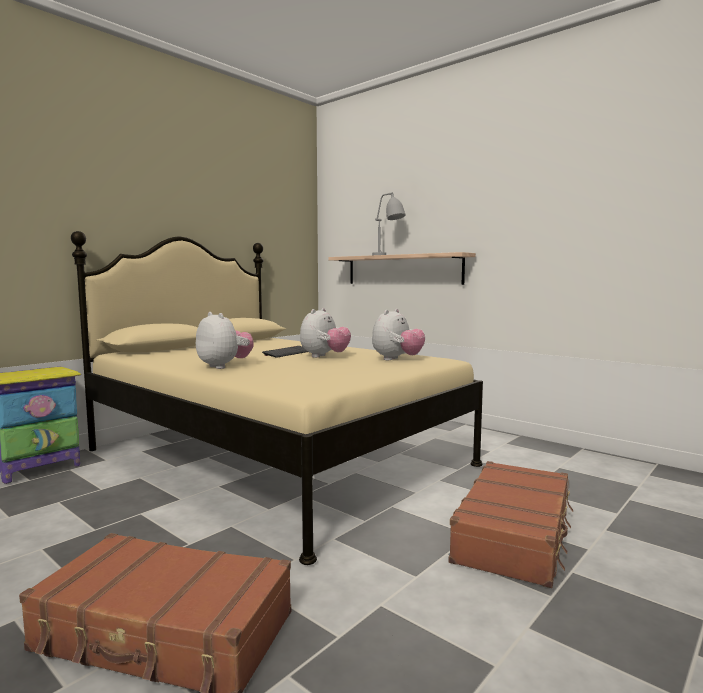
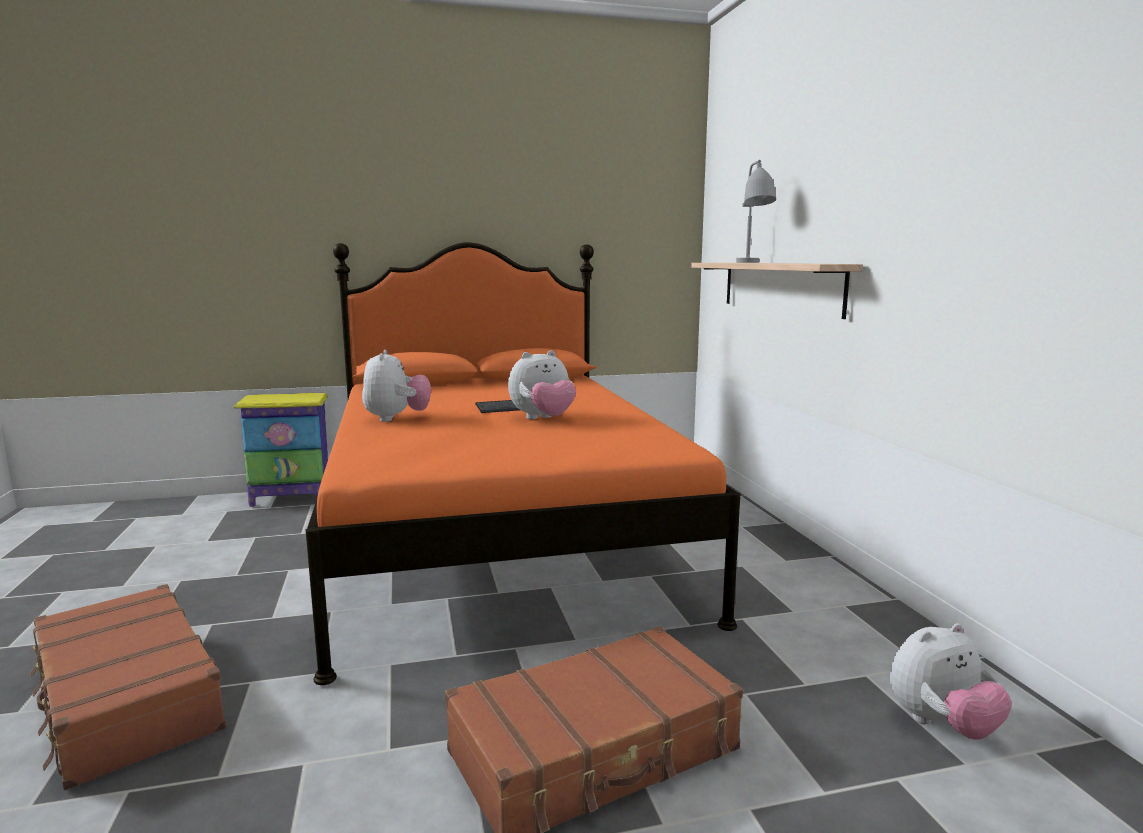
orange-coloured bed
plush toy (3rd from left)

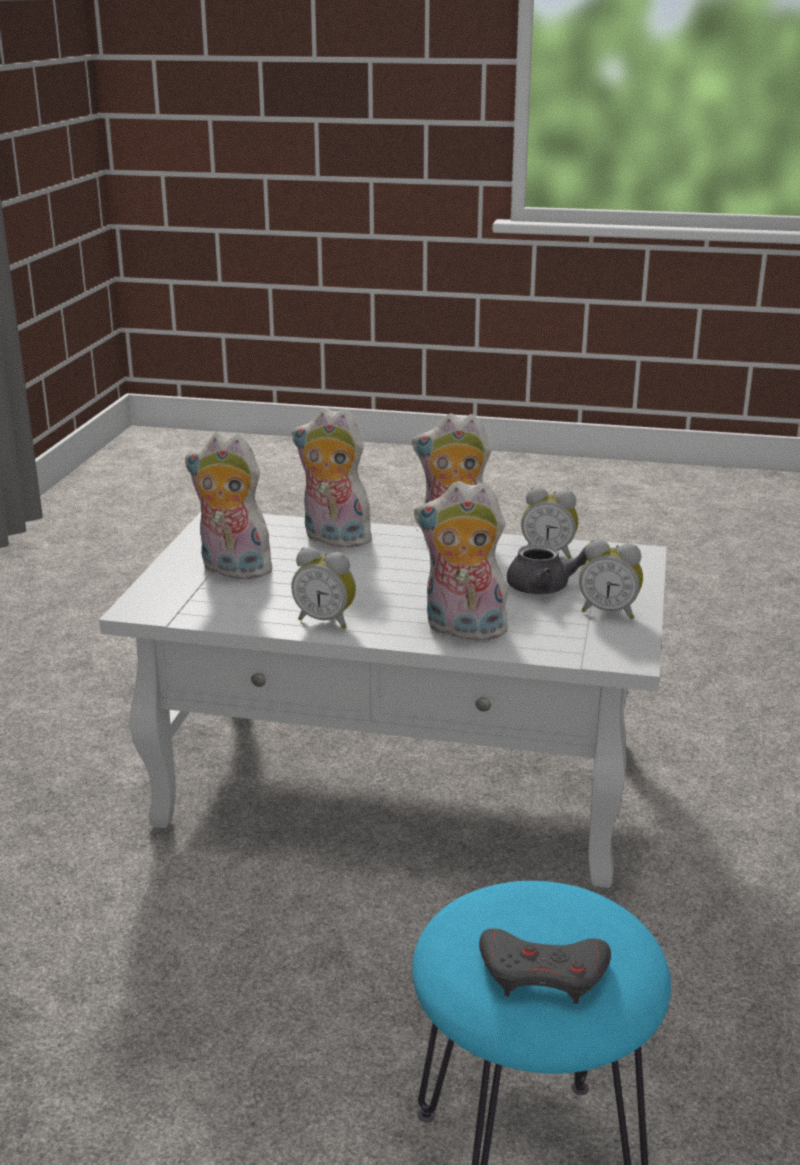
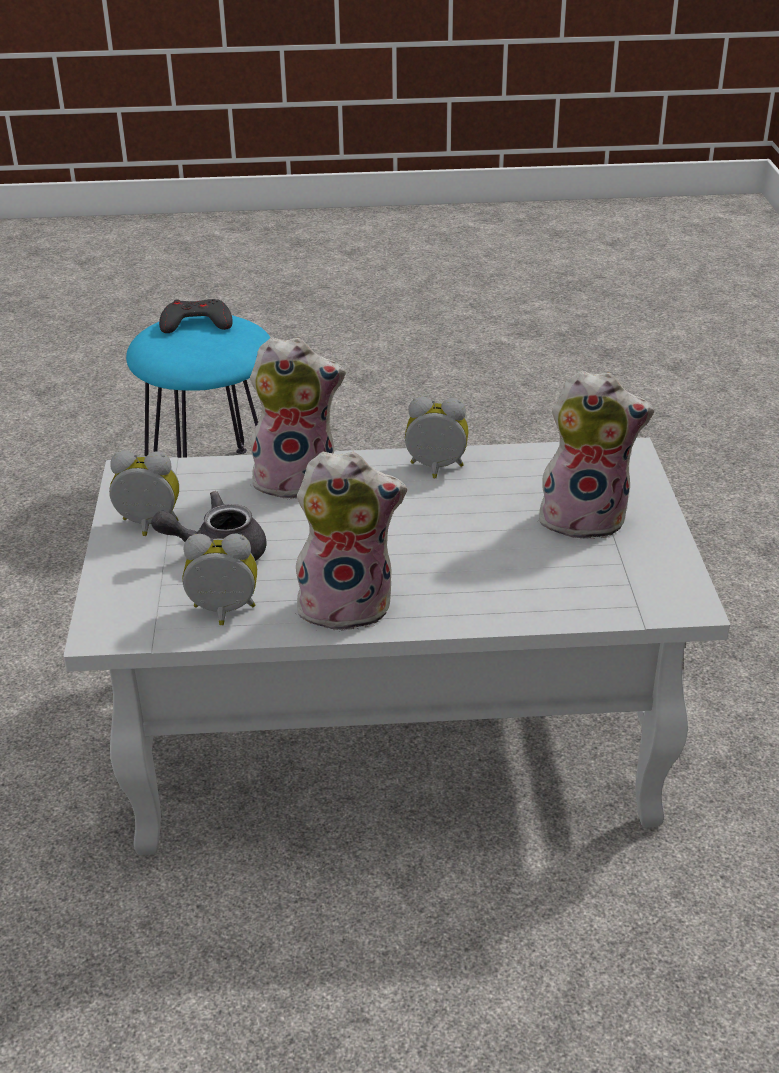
plush toy (2nd from left in the first image)

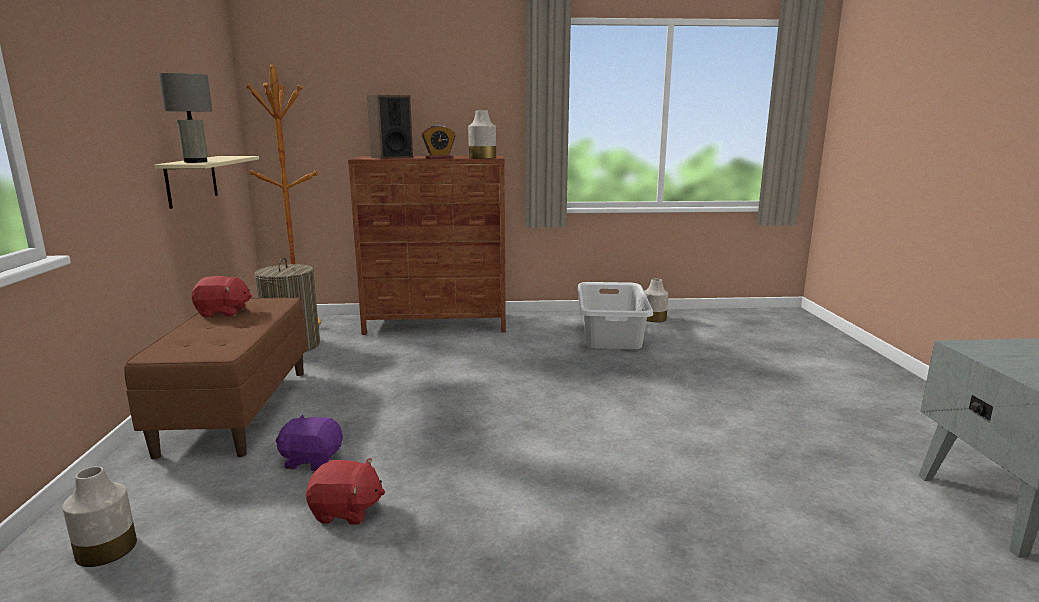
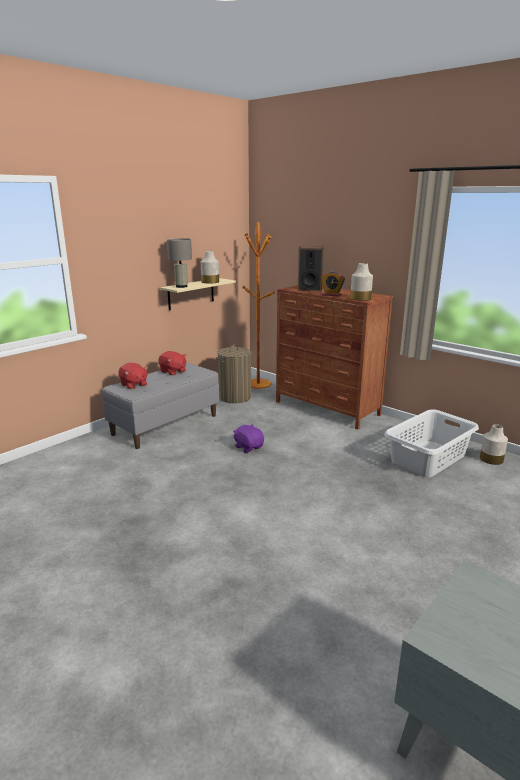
beige decorative vase (1st from left)
greyish bench
purple-coloured plush toy
red-coloured plush toy (1st from left)

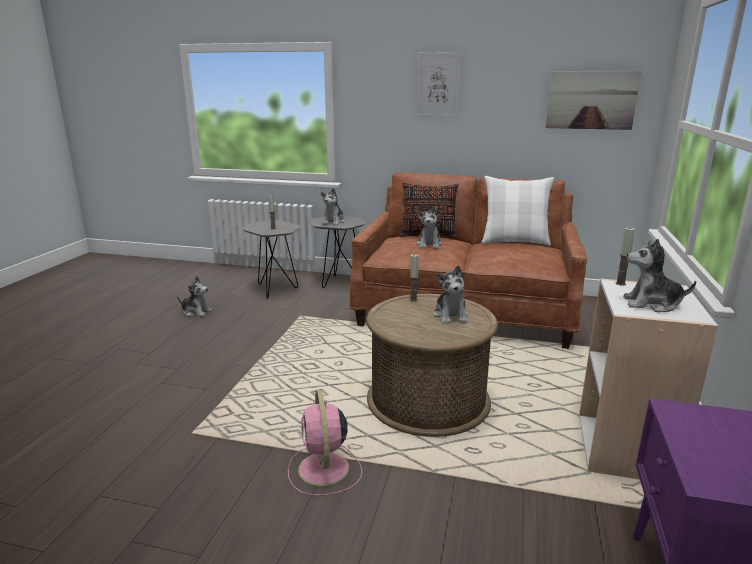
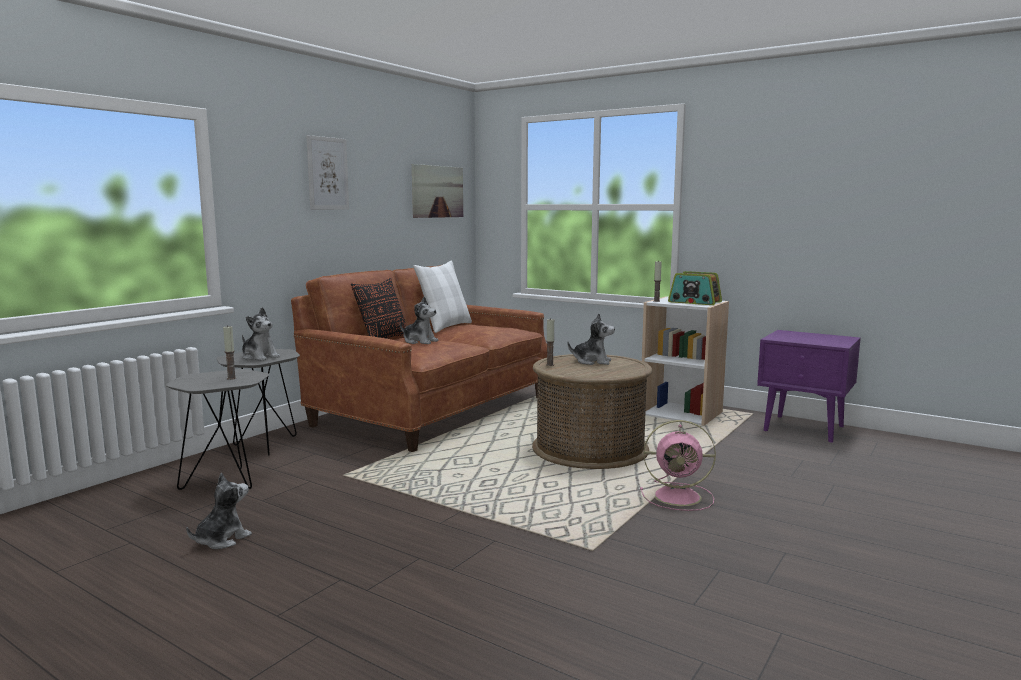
radio set

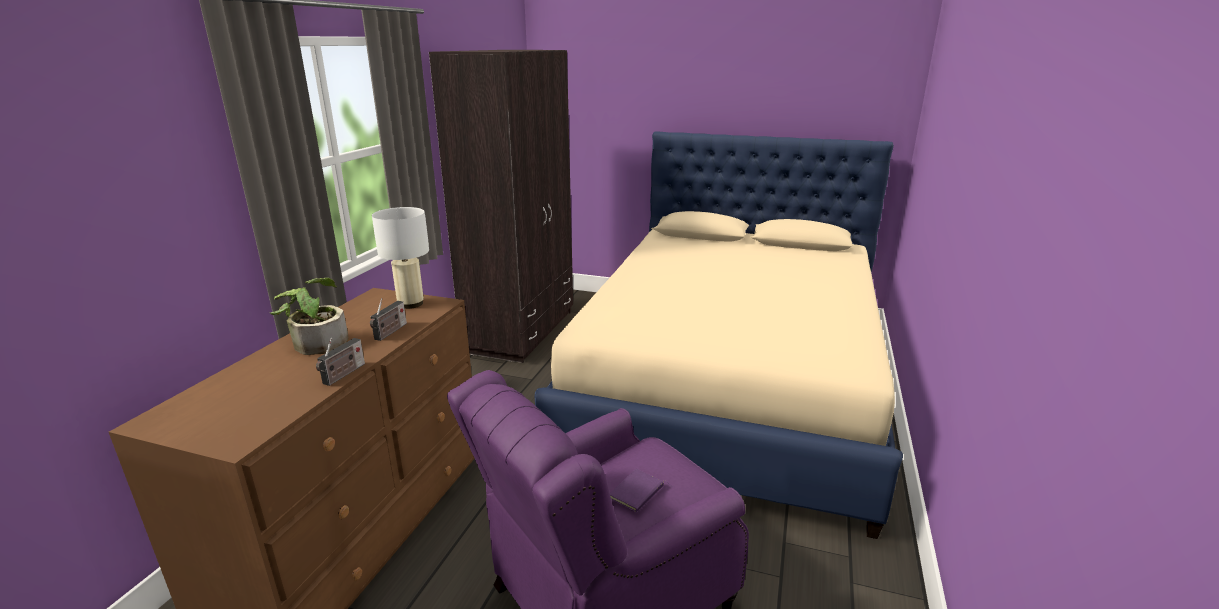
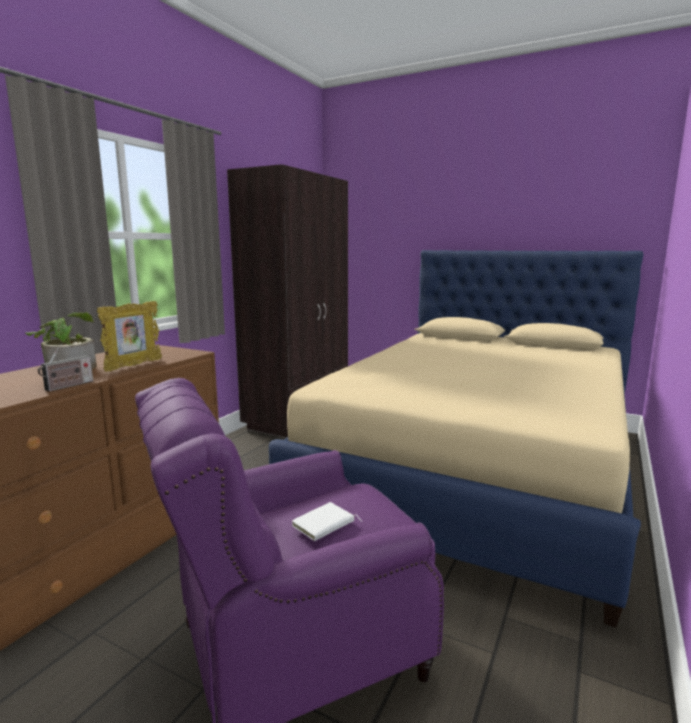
picture frame
white table lamp
white book

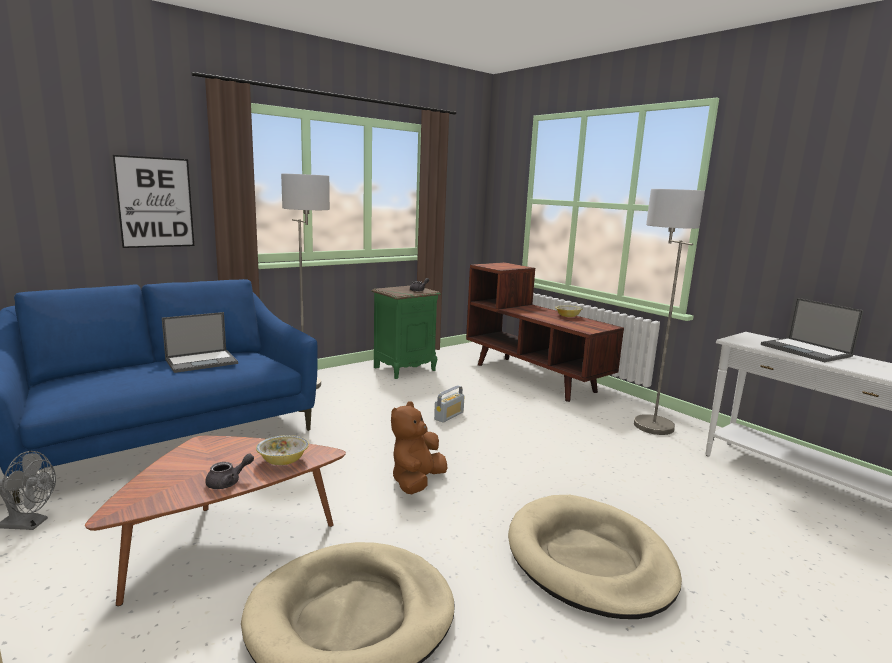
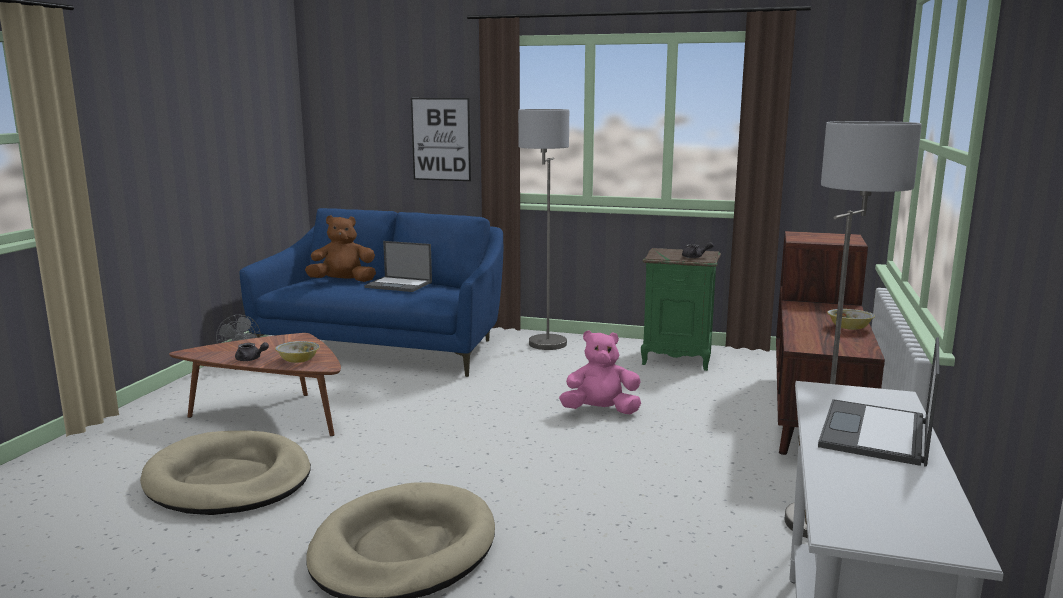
brown plush toy
pinkish plush toy

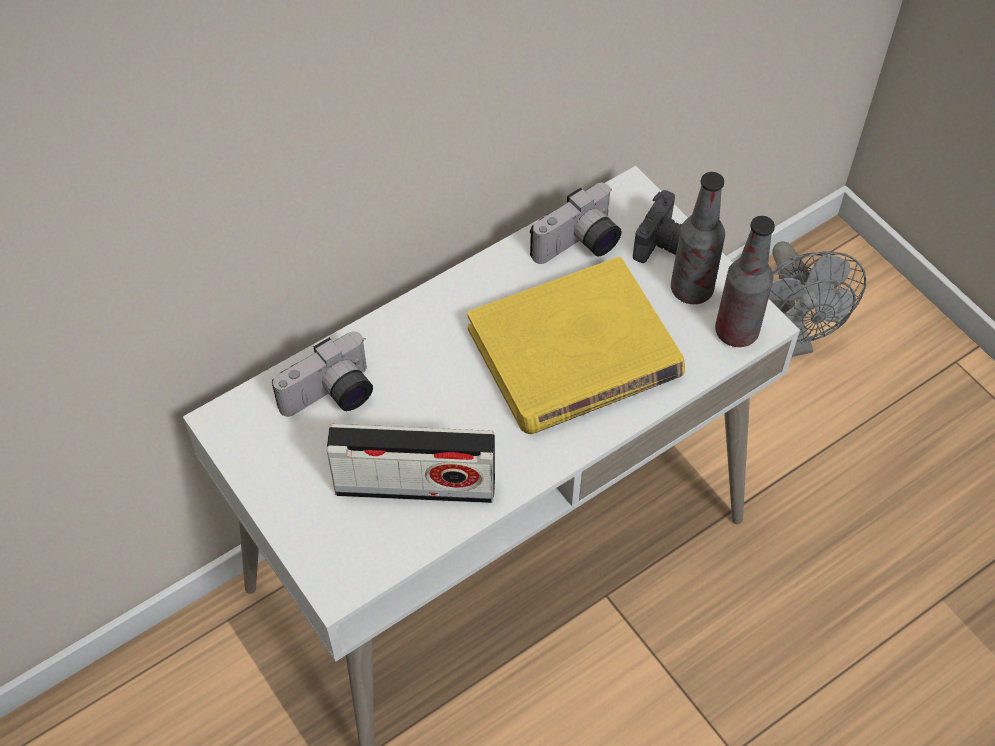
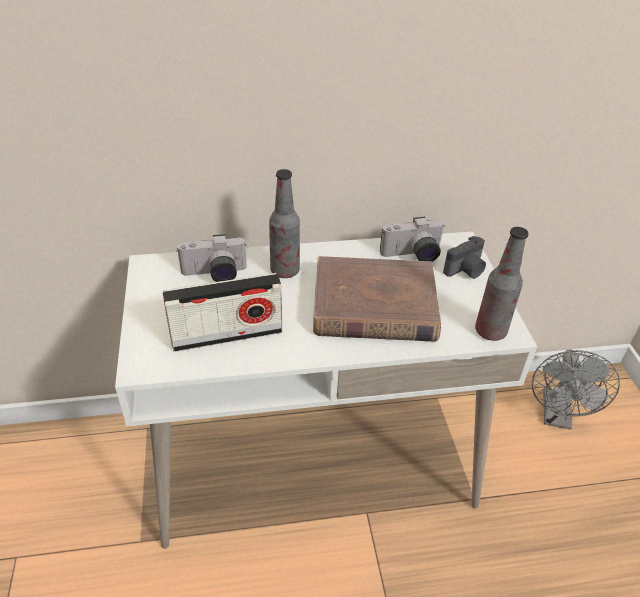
radio set
brown book
beverage bottle (1st from left)

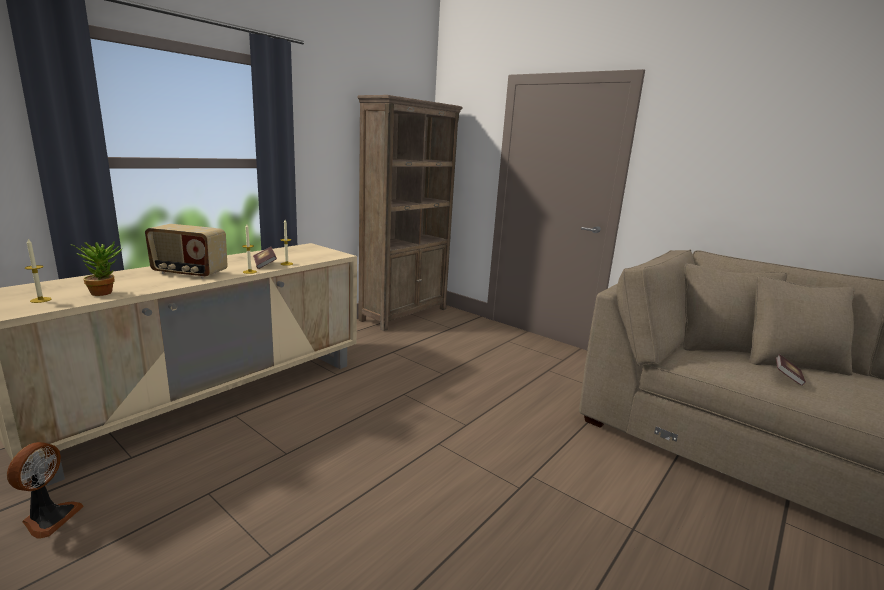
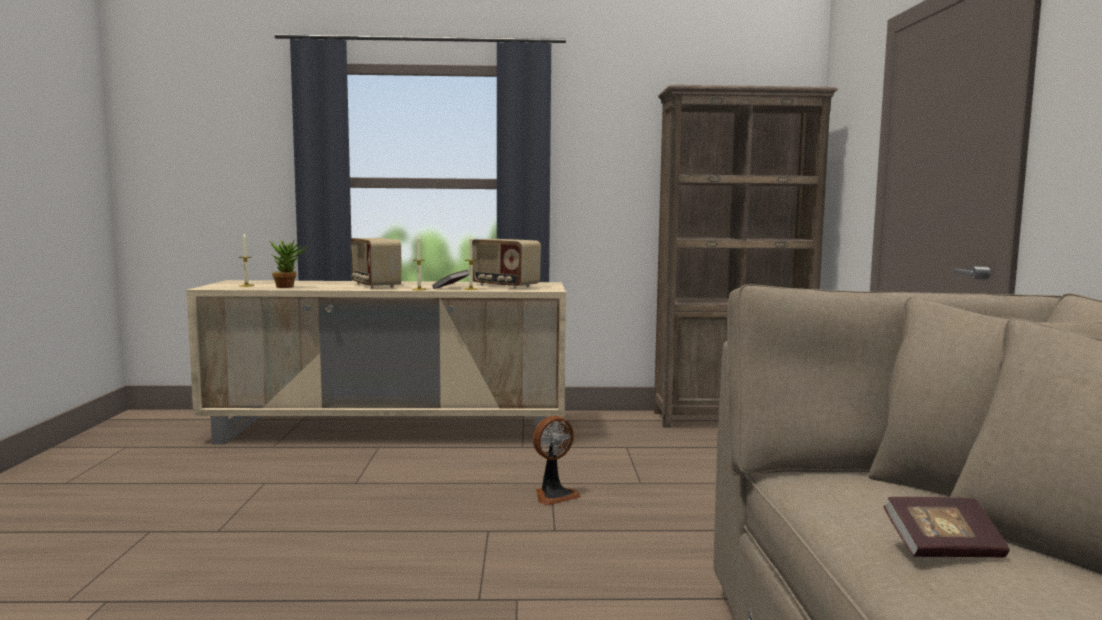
electric fan
radio set (2nd from left)

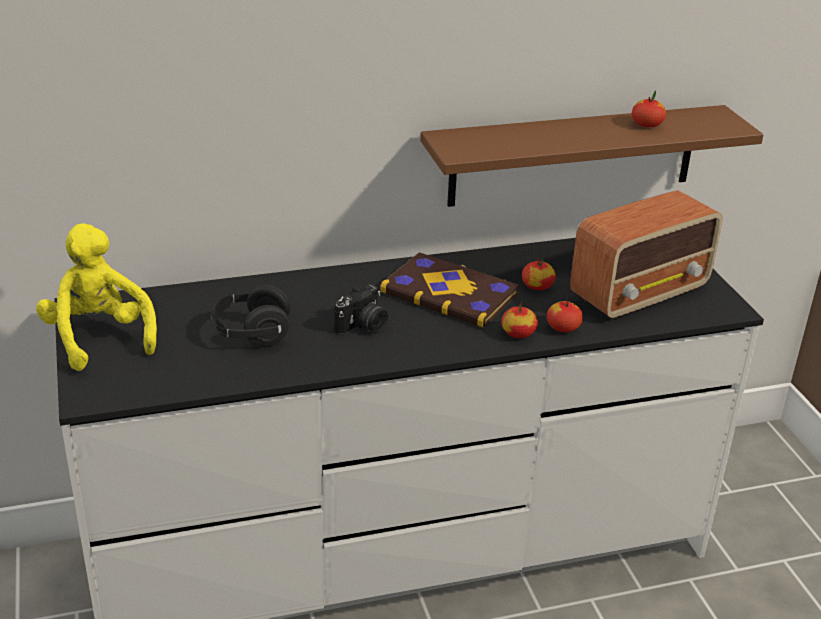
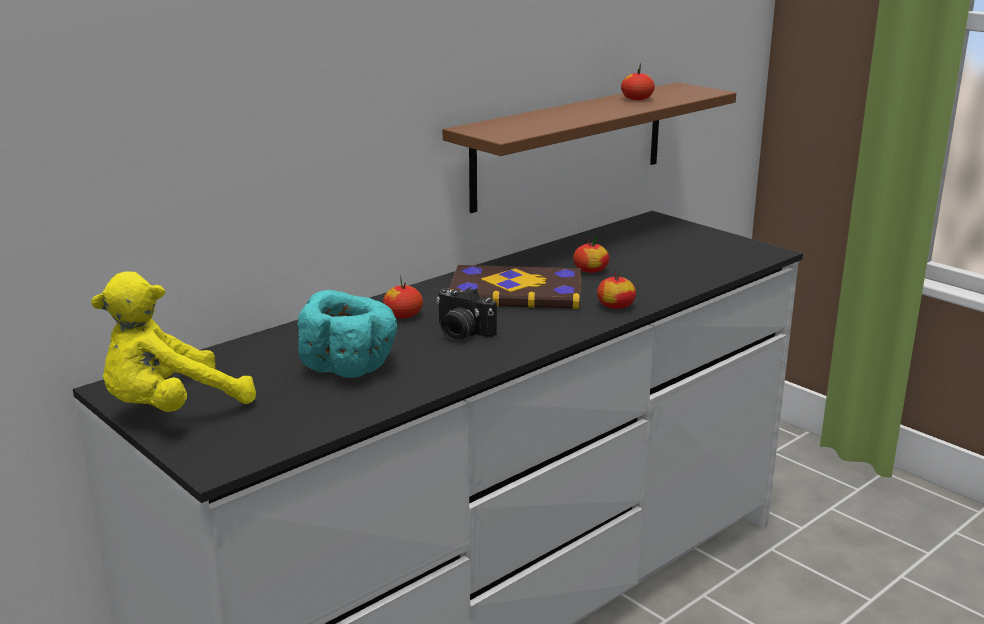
yellow-coloured plush toy
turquoise-coloured serving bowl
photo camera
apple fruit (1st from left)
radio set

